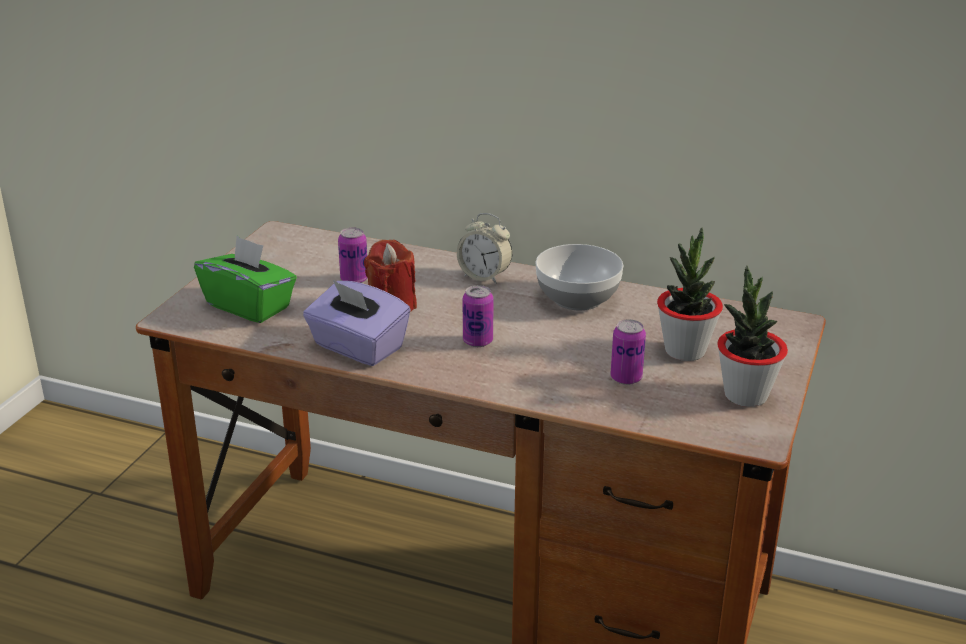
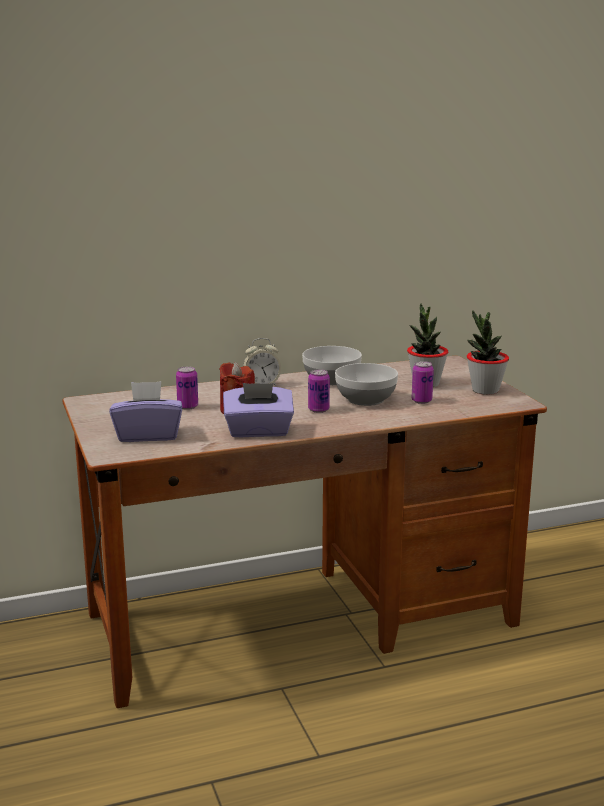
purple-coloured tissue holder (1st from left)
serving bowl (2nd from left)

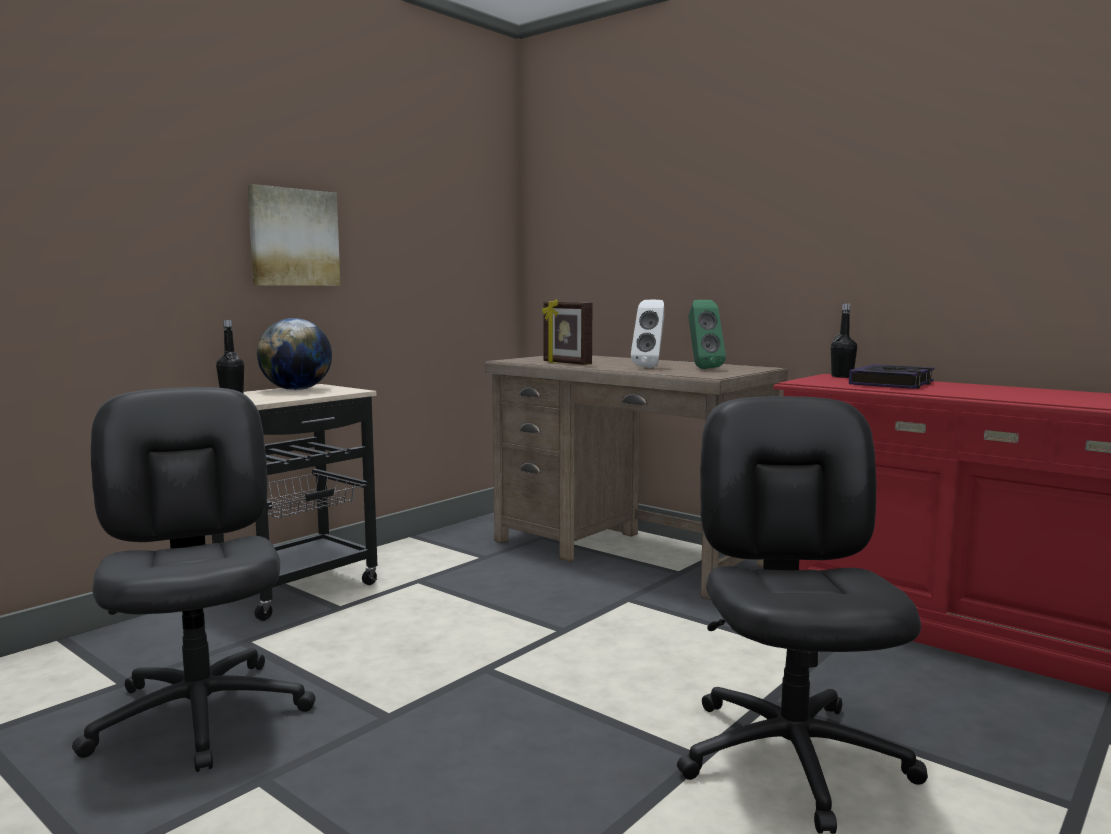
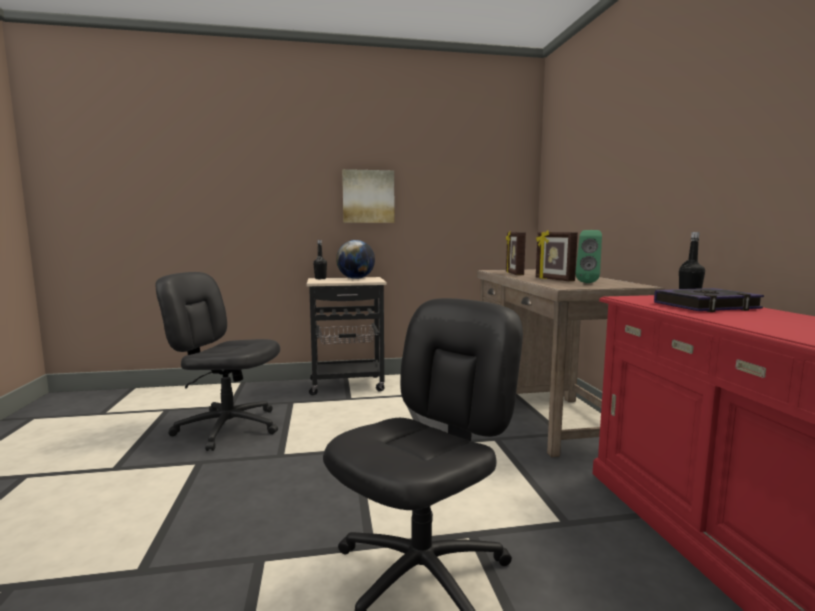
blackish computer chair (1st from left)
picture frame (2nd from left)

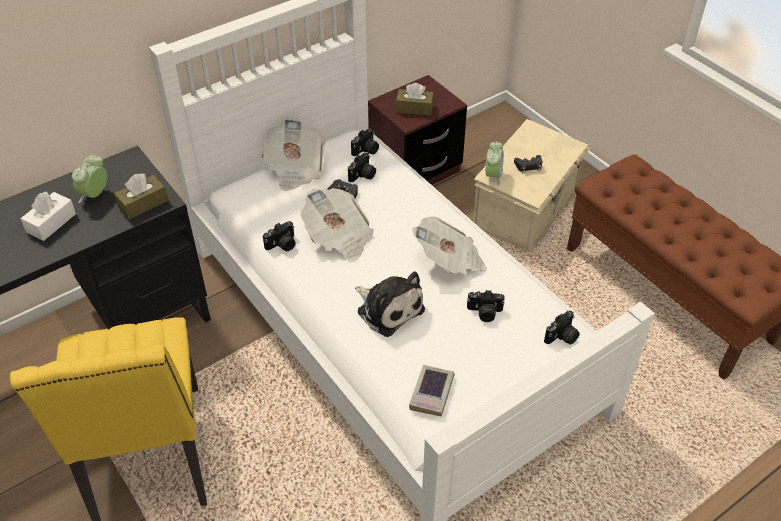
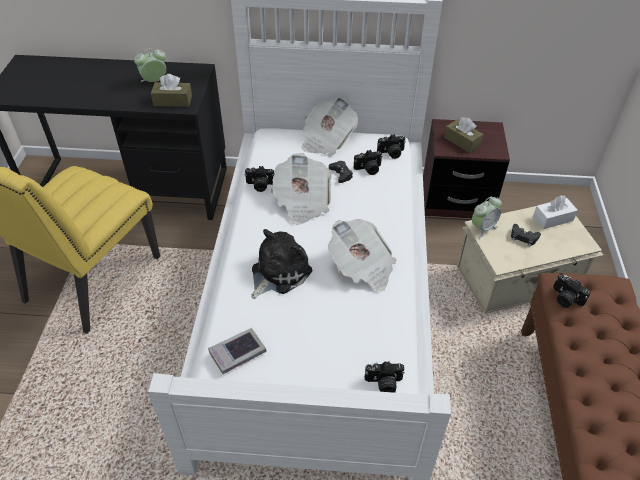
white tissue holder
plush toy
photo camera (5th from left)

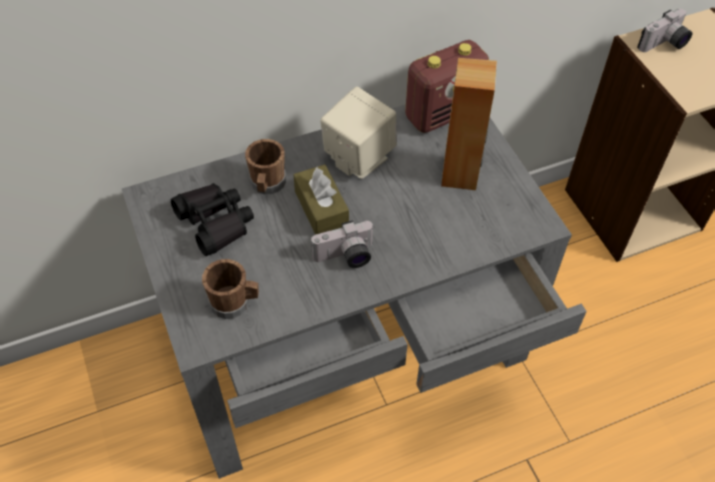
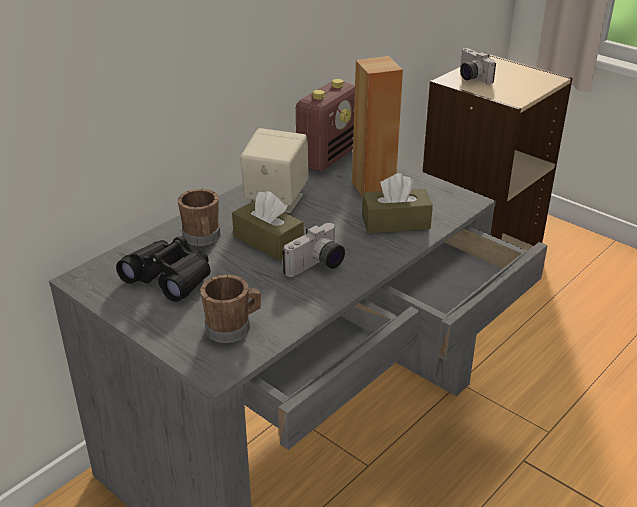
photo camera (2nd from left)
brown tissue holder (2nd from left)

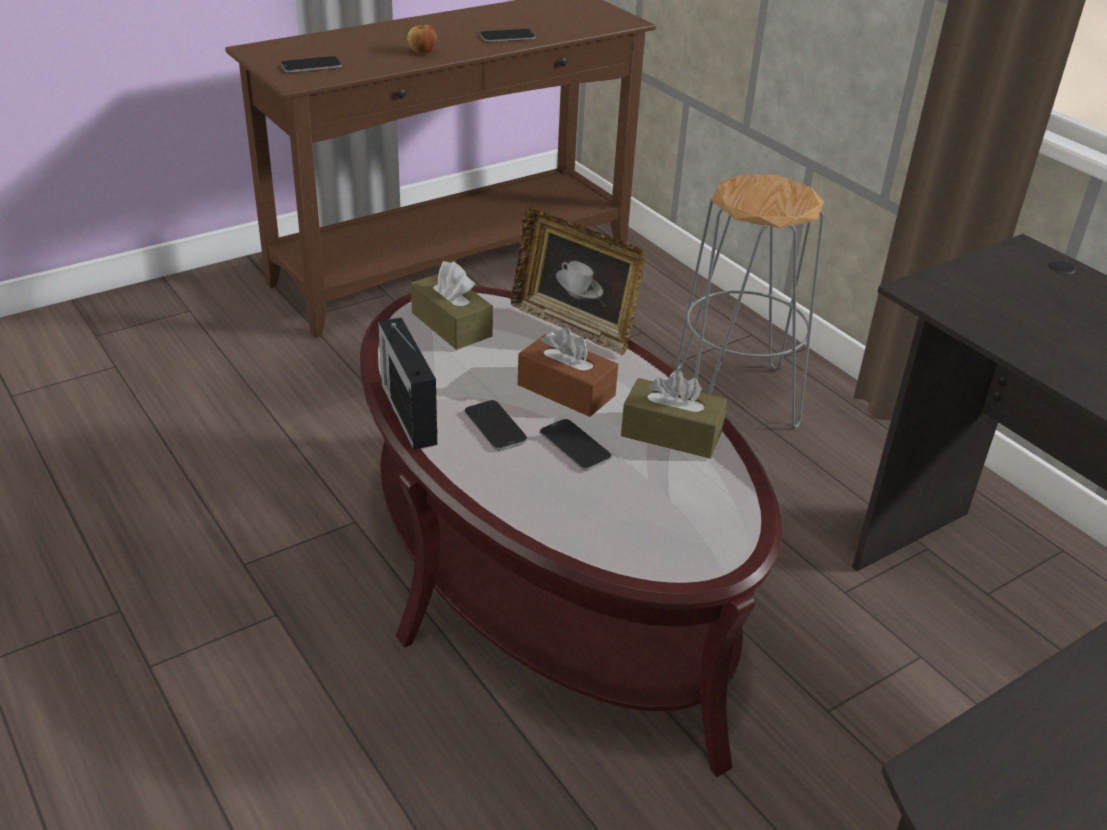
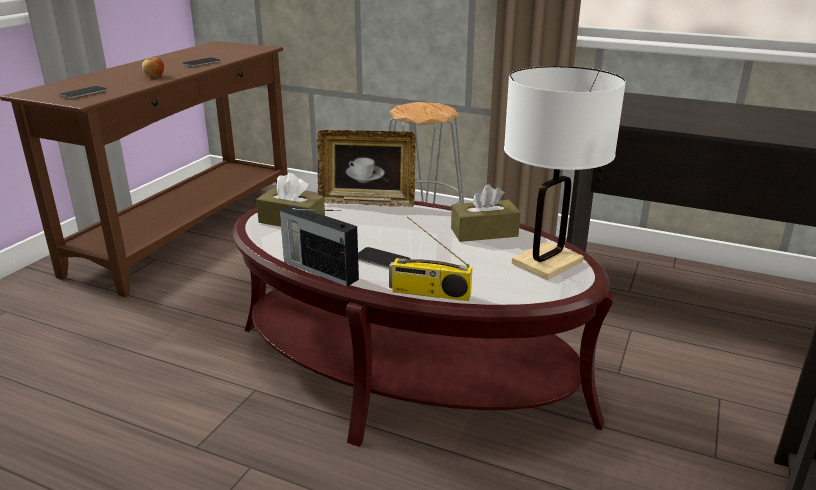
brown tissue holder (2nd from left in the first image)
handset (4th from left in the first image)
radio set (2nd from left)
white table lamp

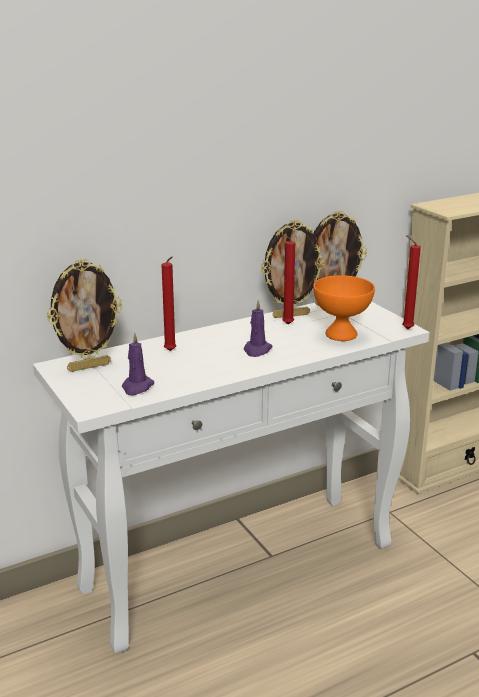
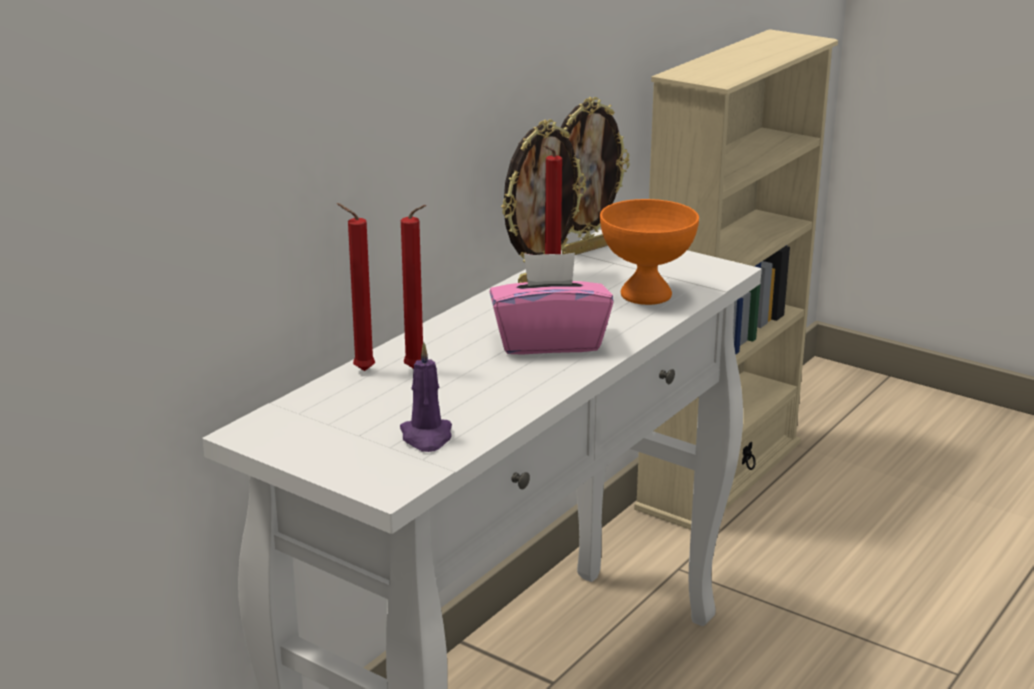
picture frame (1st from left in the first image)
pinkish tissue holder
red-coloured candle (1st from left)

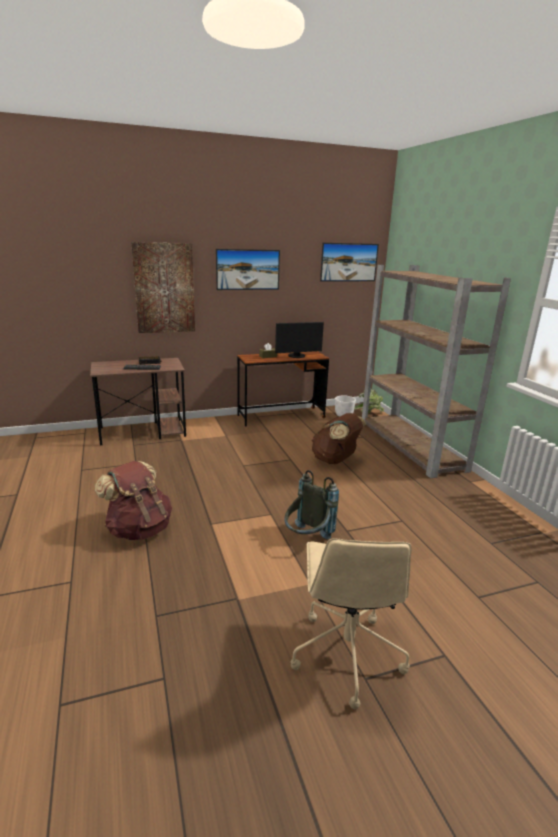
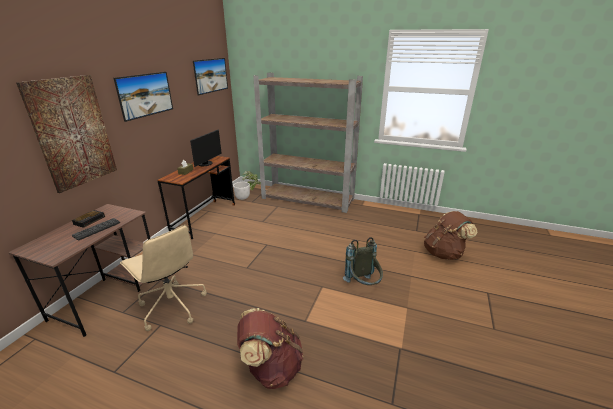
beige computer chair
brown knapsack (2nd from left)

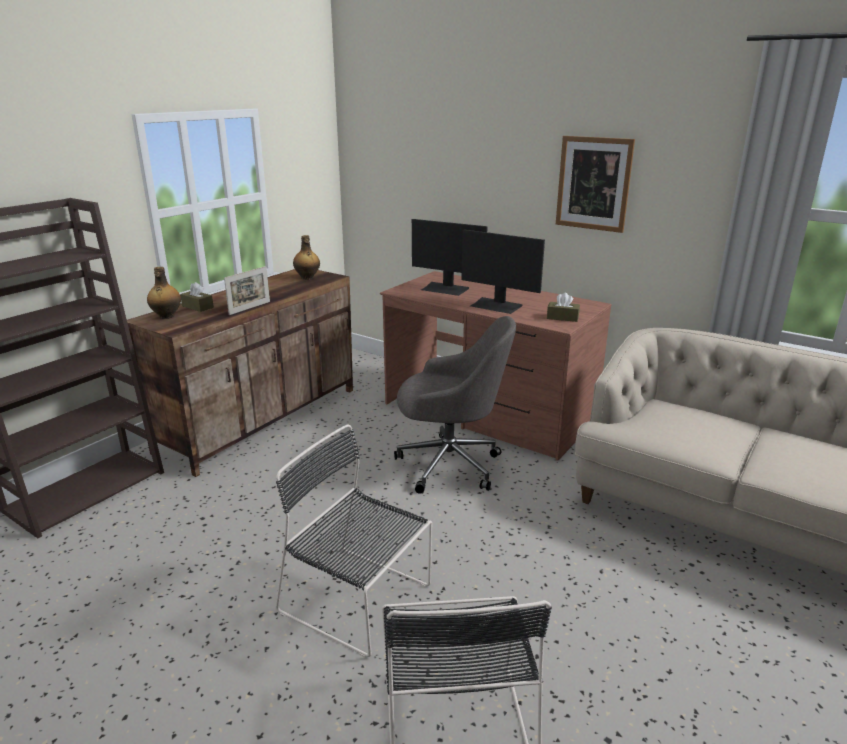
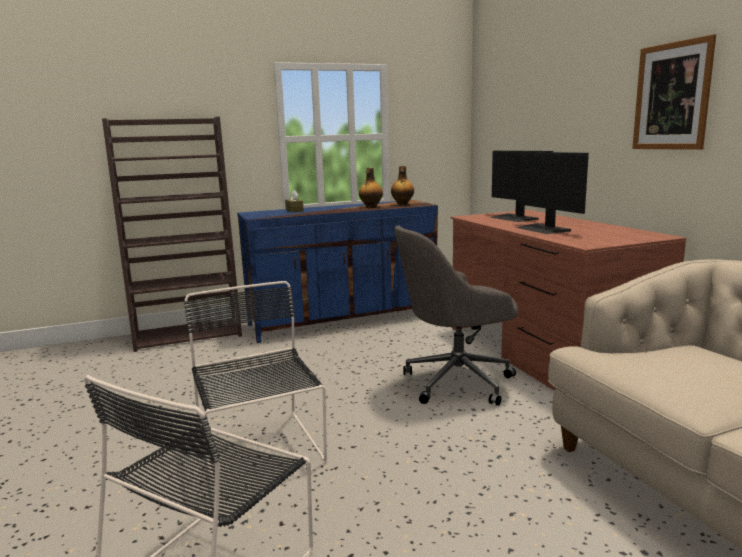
bluish storage cabinet
beverage bottle (1st from left)
picture frame
greyish computer chair
brown tissue holder (2nd from left in the first image)

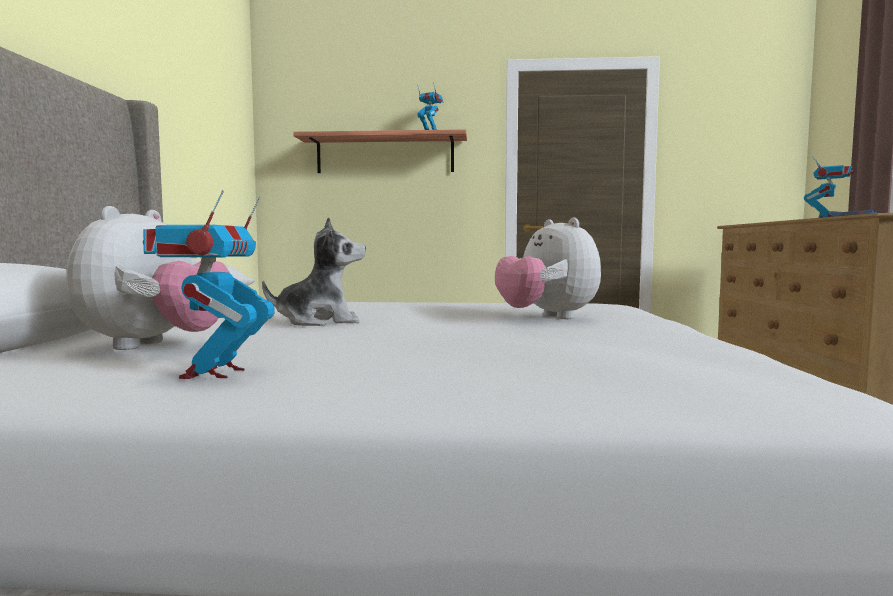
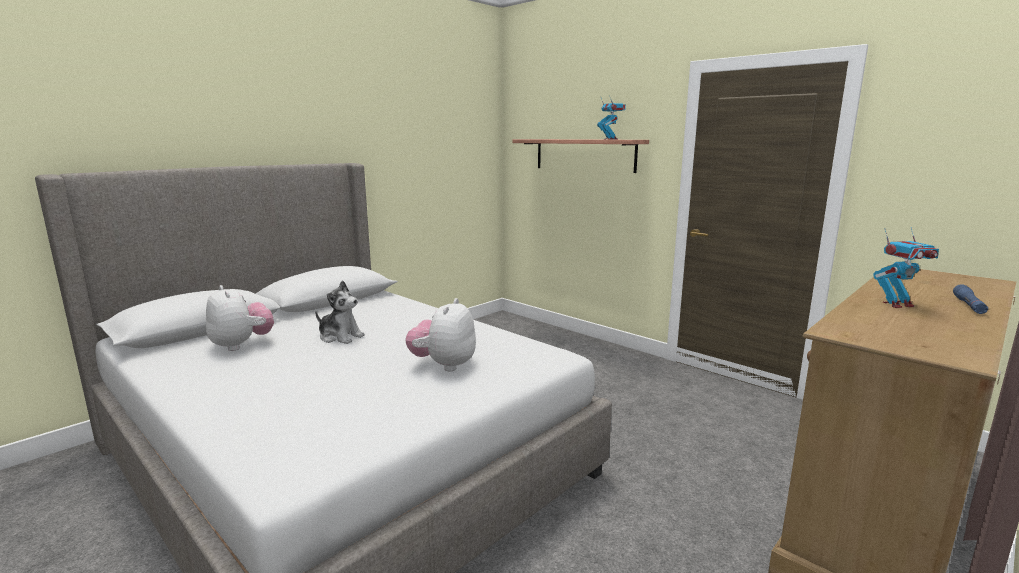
plush toy (1st from left)
robot figure (1st from left in the first image)

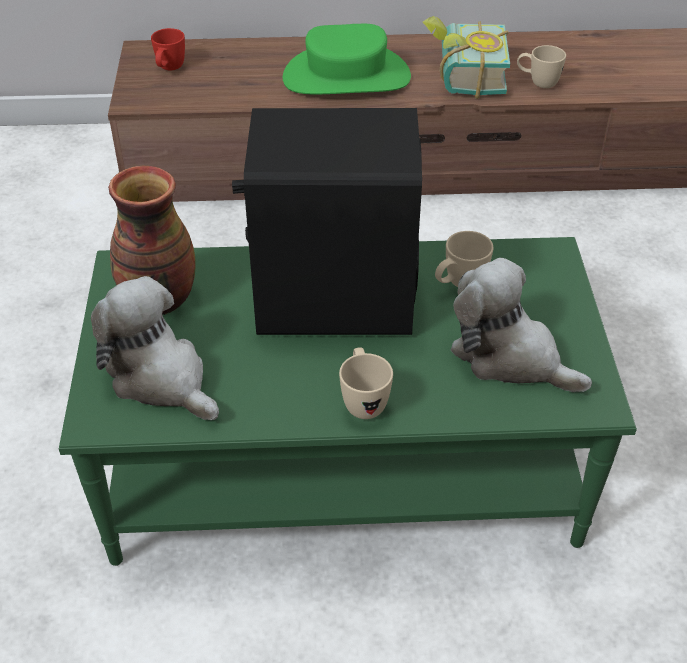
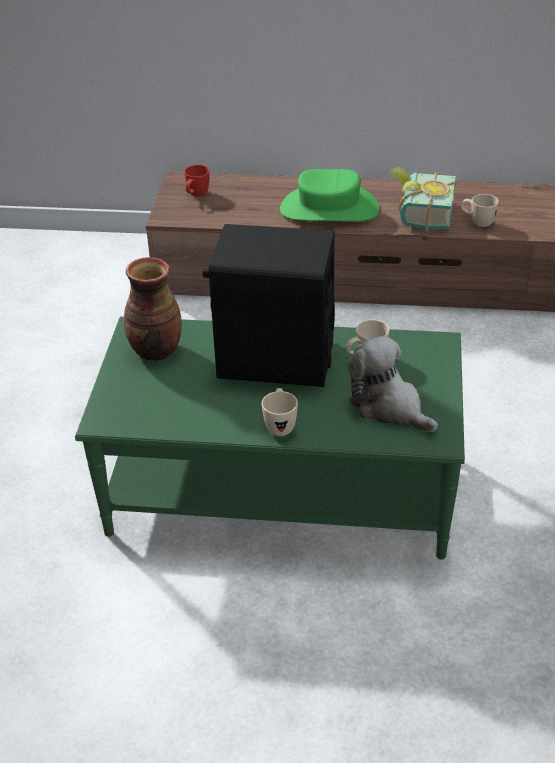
plush toy (1st from left in the first image)

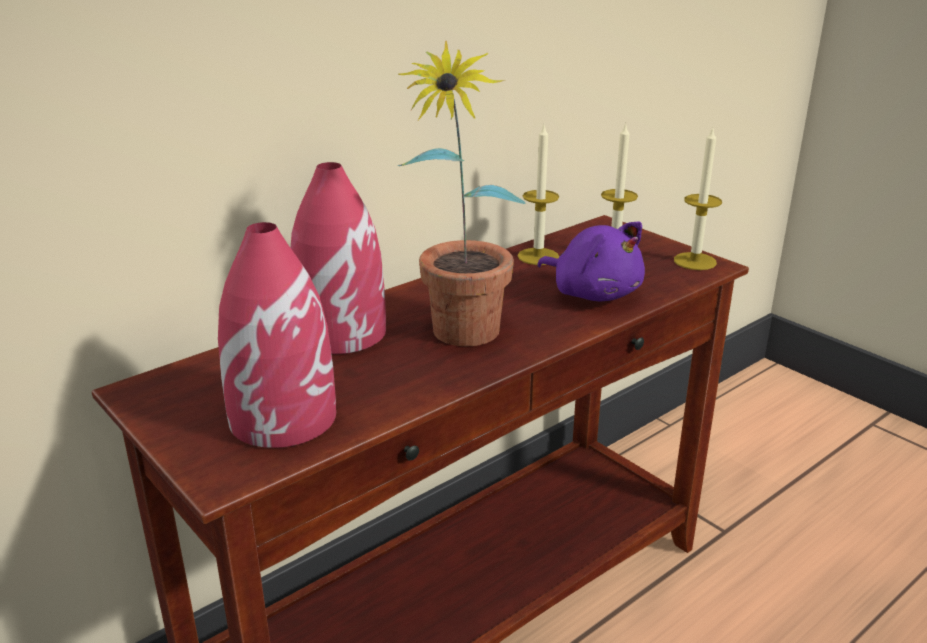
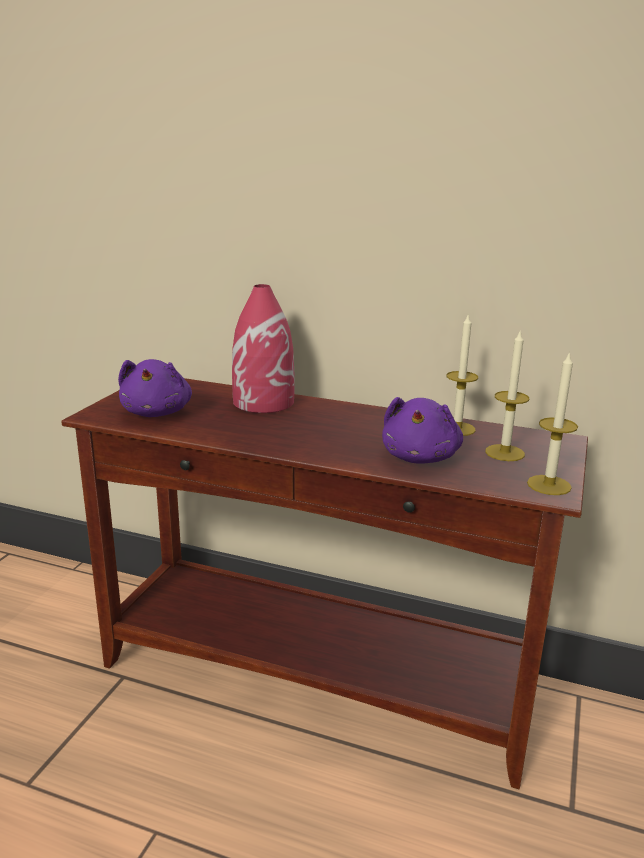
purple-coloured plush toy (1st from left)
plant in a pot

